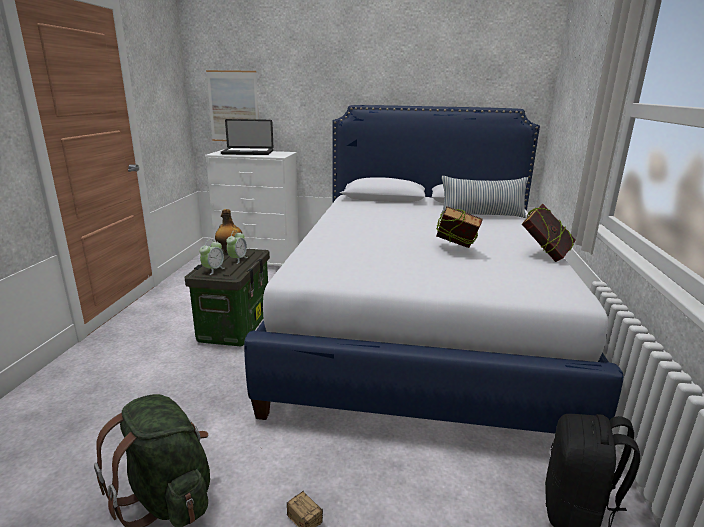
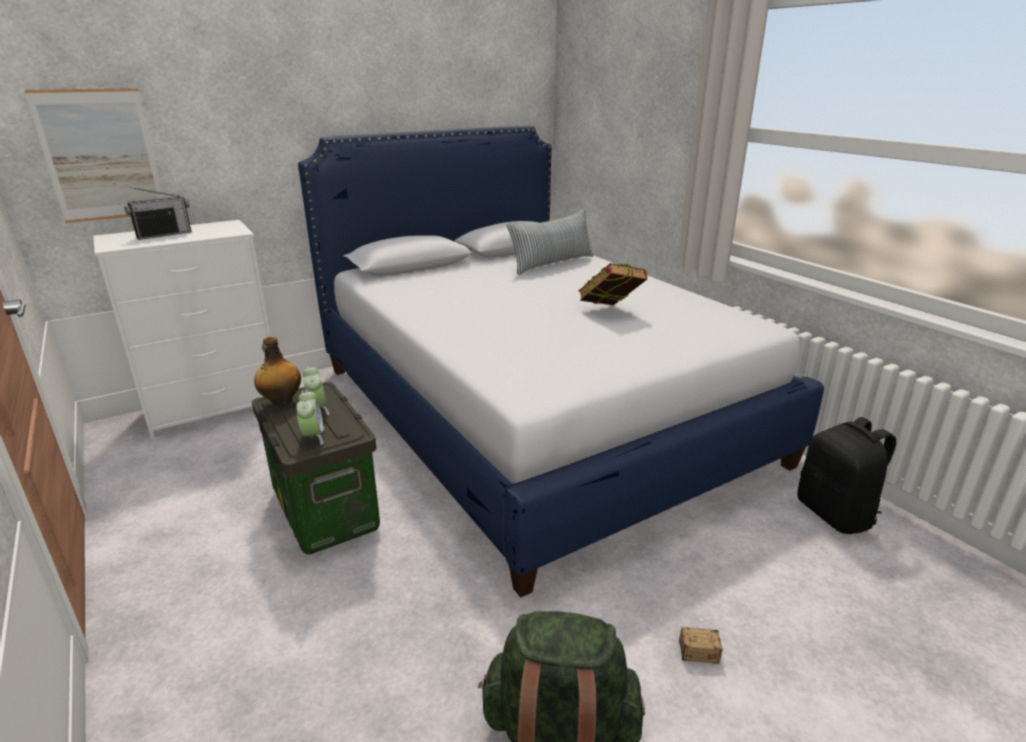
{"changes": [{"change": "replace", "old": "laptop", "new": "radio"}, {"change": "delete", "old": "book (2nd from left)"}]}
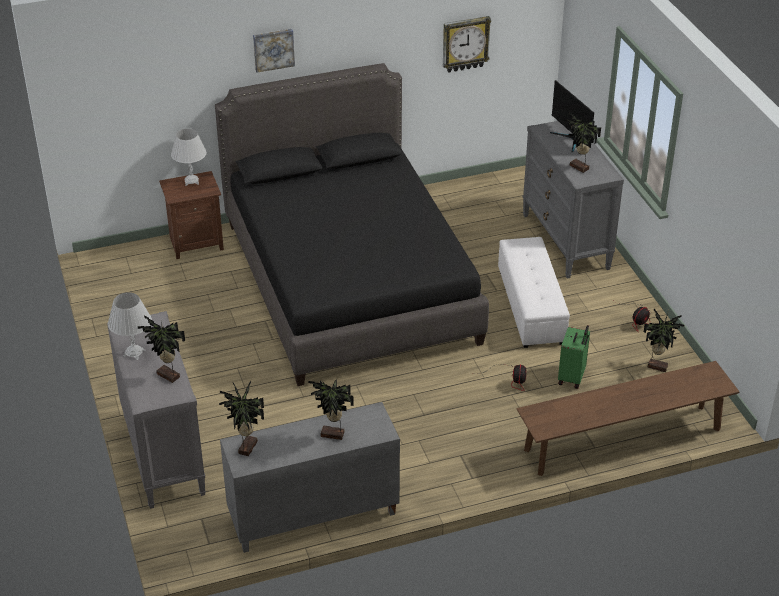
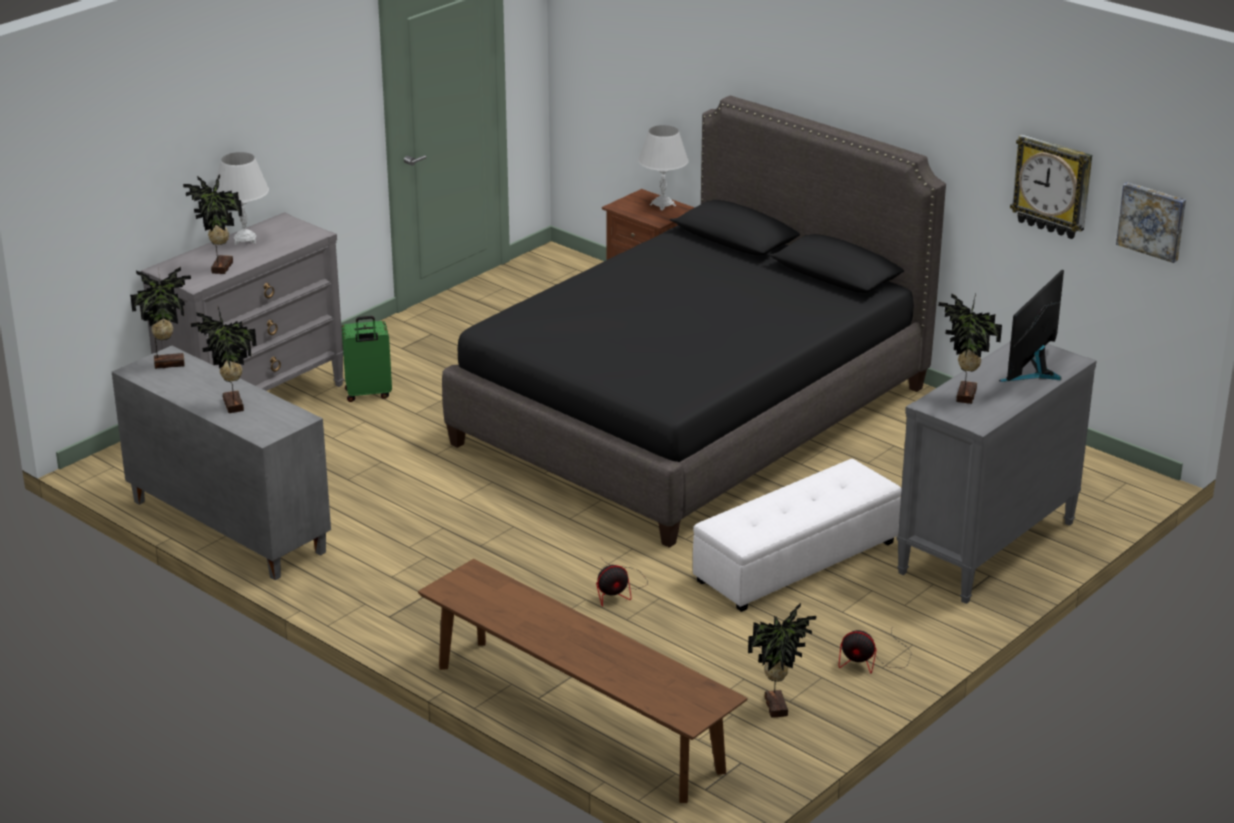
{"changes": [{"change": "move", "old": "suitcase (green)"}, {"change": "move", "old": "picture"}]}
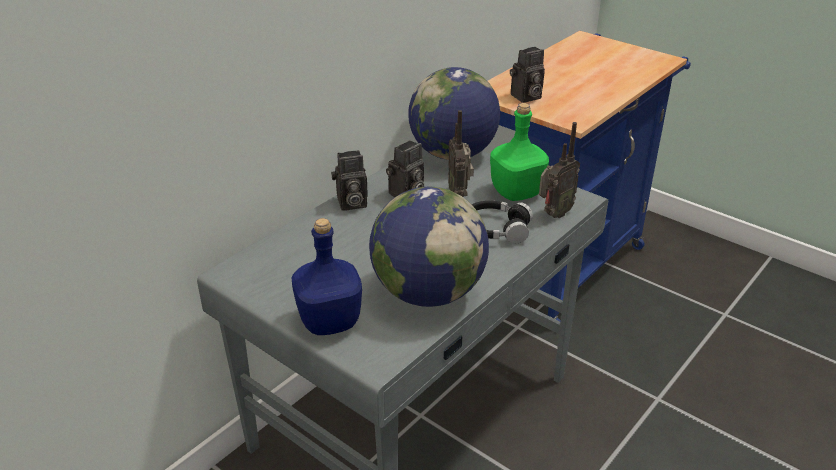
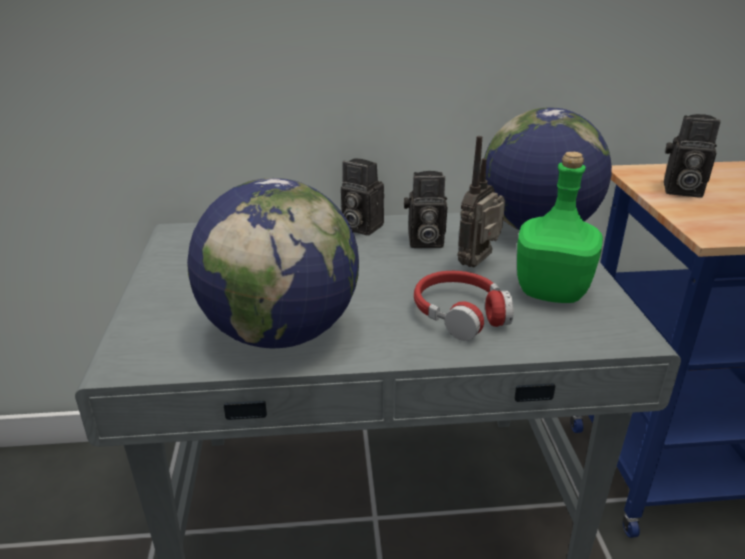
{"changes": [{"change": "recolor", "old": "headphones (black)", "new": "headphones (red)"}, {"change": "delete", "old": "bottle (blue)"}, {"change": "delete", "old": "radio (2nd from left)"}]}
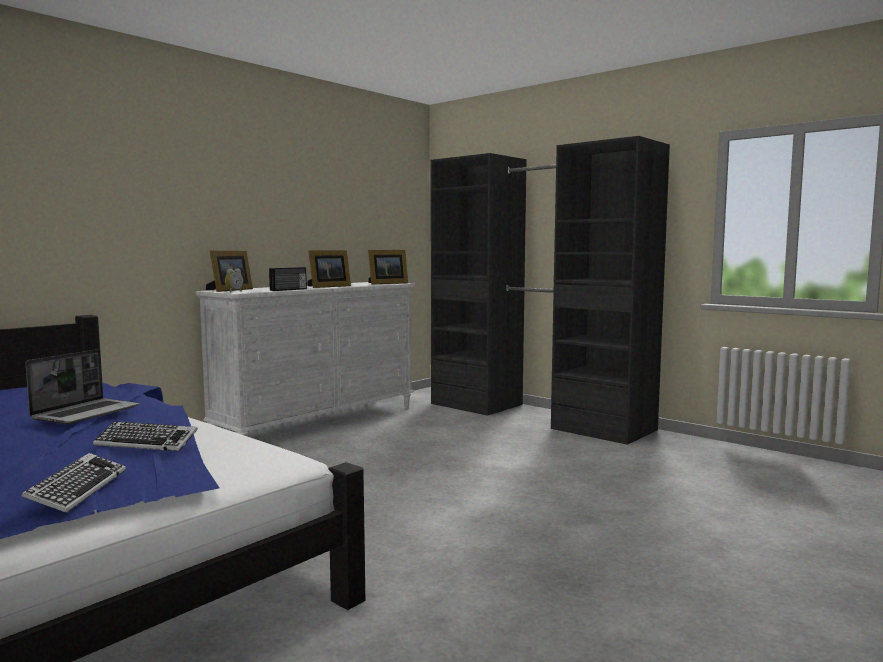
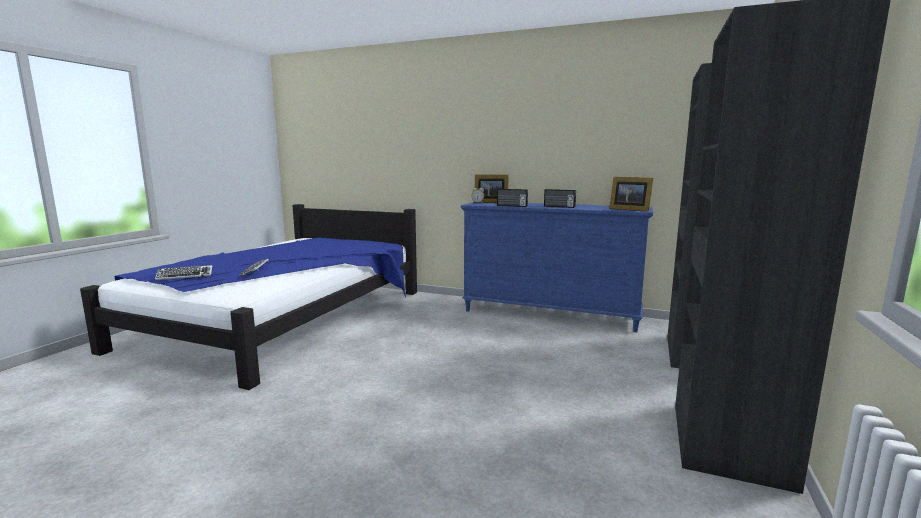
{"changes": [{"change": "recolor", "old": "dresser (white)", "new": "dresser (blue)"}, {"change": "replace", "old": "picture frame (2nd from left)", "new": "radio (2nd from left)"}, {"change": "delete", "old": "laptop"}]}
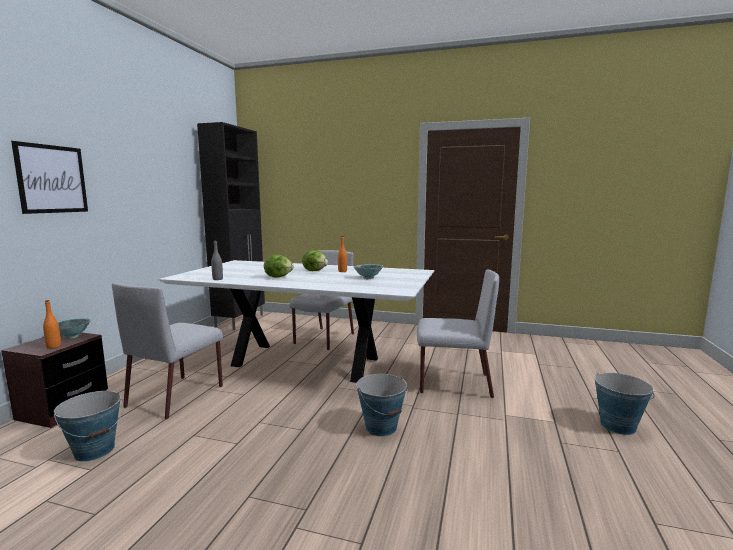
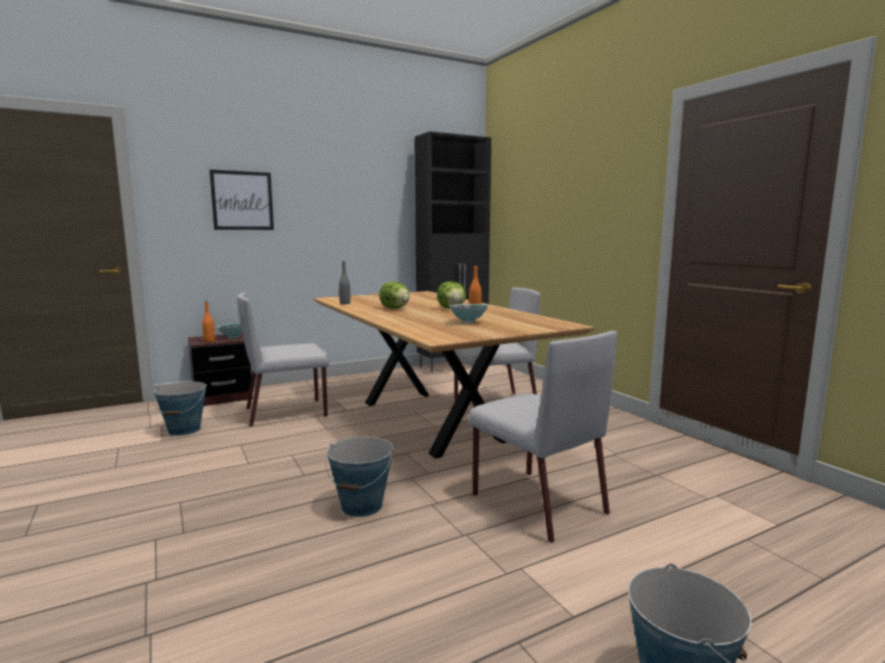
{"changes": [{"change": "recolor", "old": "dining table (white)", "new": "dining table (brown)"}]}
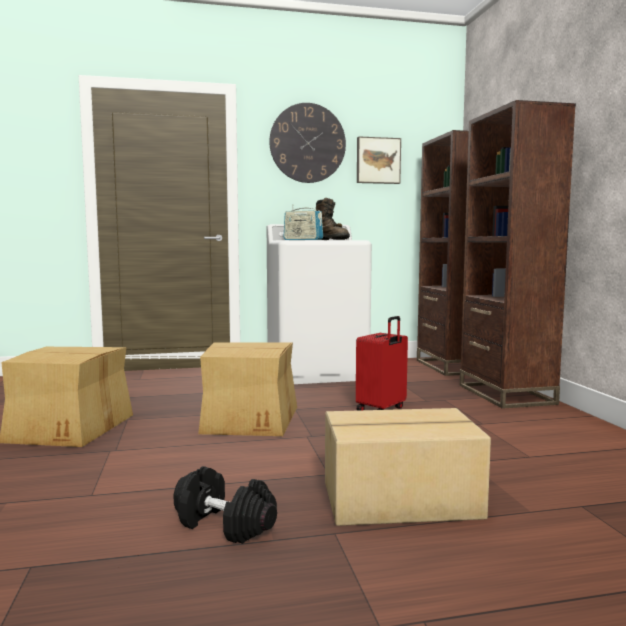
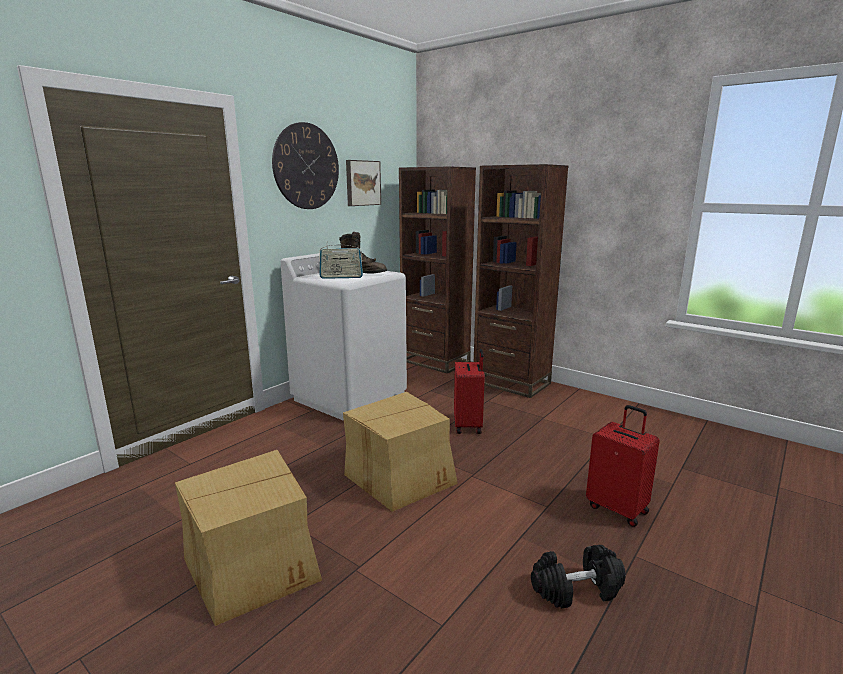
{"changes": [{"change": "replace", "old": "cardboard box (3rd from left)", "new": "suitcase (red) (2nd from left)"}]}
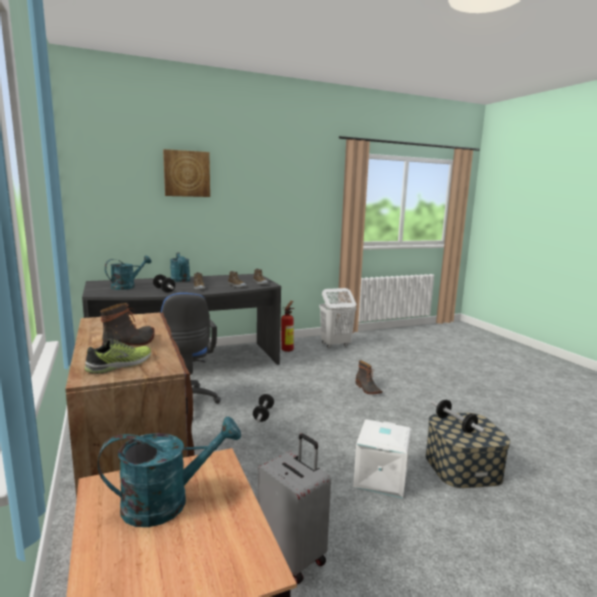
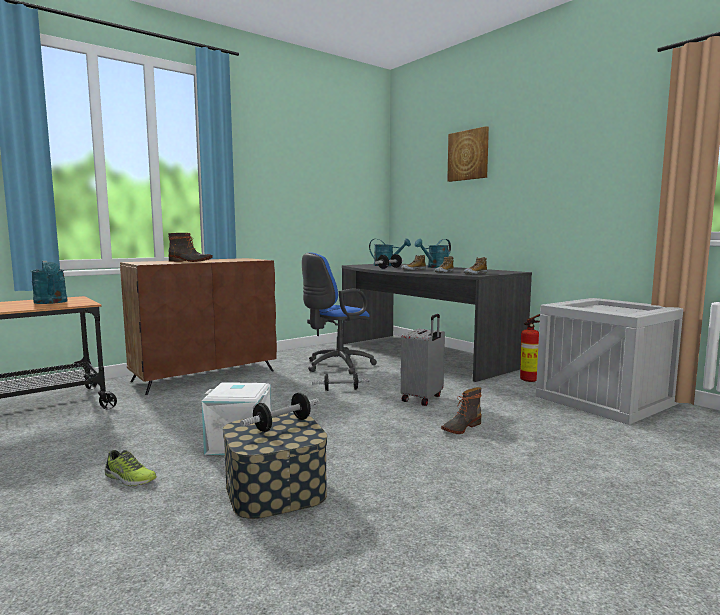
{"changes": [{"change": "move", "old": "shoe (1st from left)"}, {"change": "move", "old": "suitcase (grey)"}, {"change": "replace", "old": "laundry basket (white)", "new": "crate"}]}
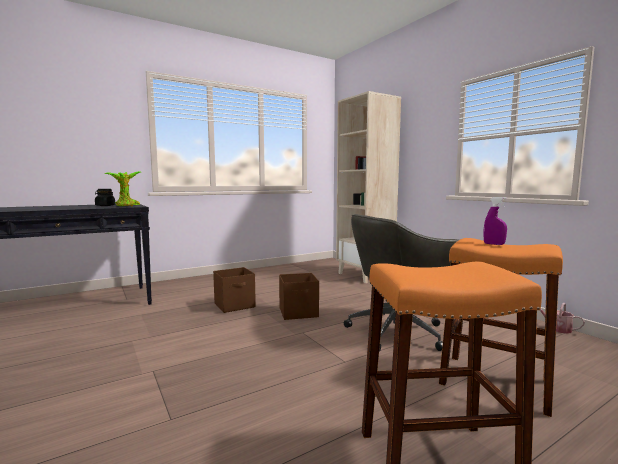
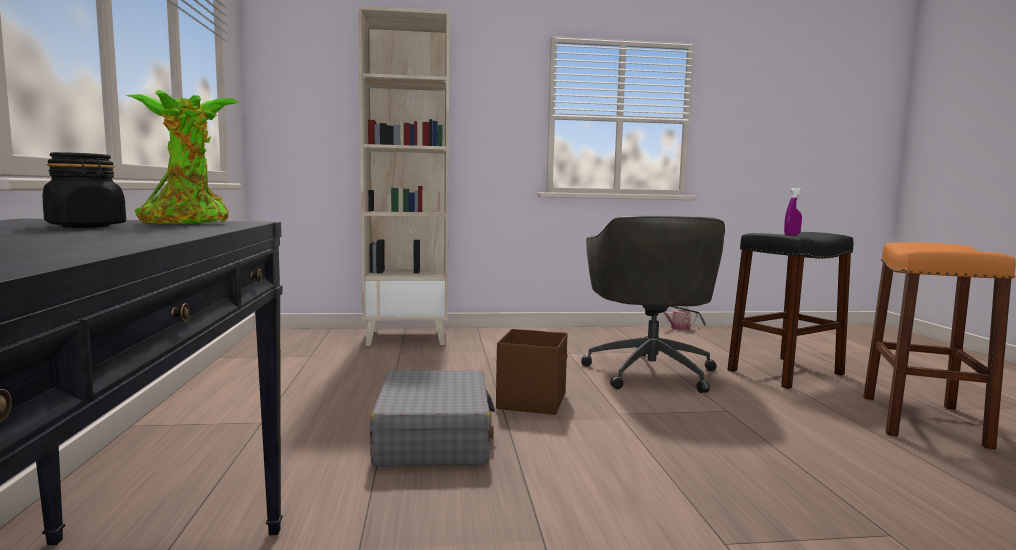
{"changes": [{"change": "replace", "old": "storage box (brown) (1st from left)", "new": "suitcase (grey)"}, {"change": "recolor", "old": "stool (orange) (2nd from left)", "new": "stool (black)"}]}
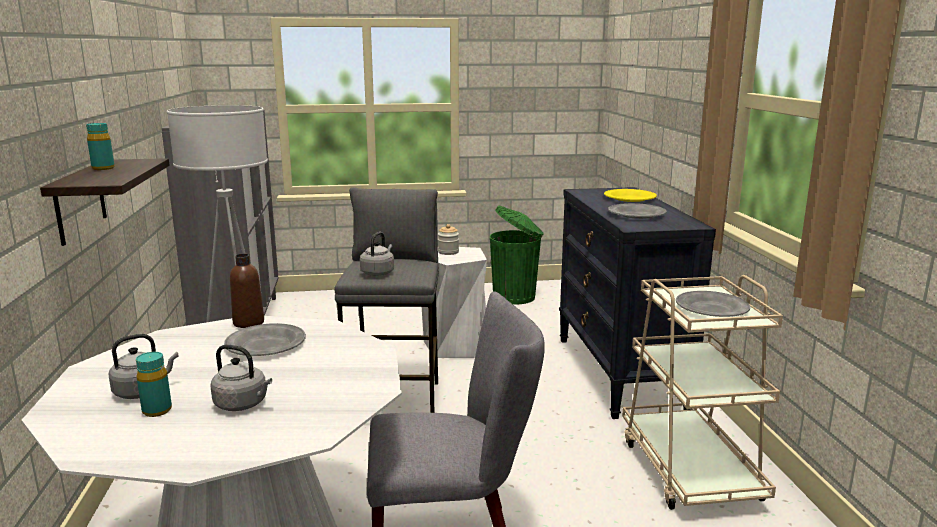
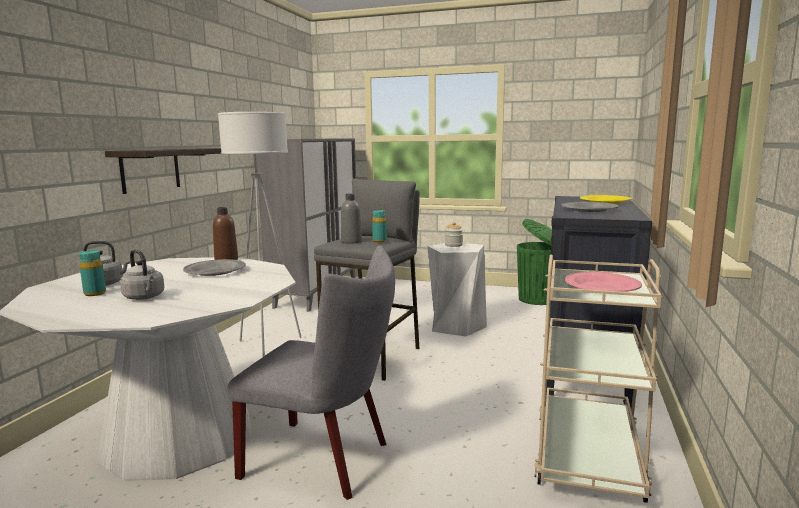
{"changes": [{"change": "replace", "old": "kettle (grey) (3rd from left)", "new": "bottle (grey)"}, {"change": "move", "old": "bottle (turquoise) (1st from left in the first image)", "new": "bottle (turquoise) (2nd from left)"}, {"change": "recolor", "old": "plate (grey) (3rd from left)", "new": "plate (pink)"}]}
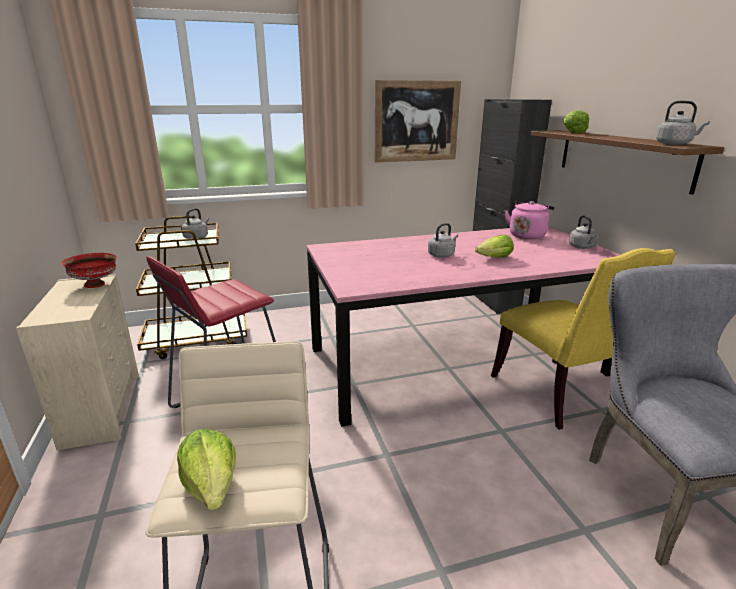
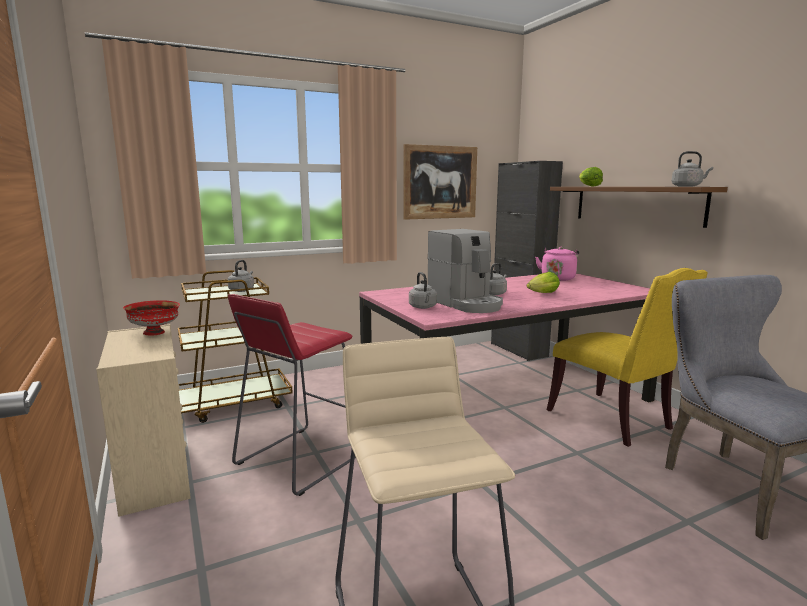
{"changes": [{"change": "move", "old": "kettle (grey) (3rd from left in the first image)", "new": "kettle (grey) (2nd from left)"}, {"change": "insert", "new": "coffee machine"}, {"change": "delete", "old": "lettuce (1st from left)"}]}
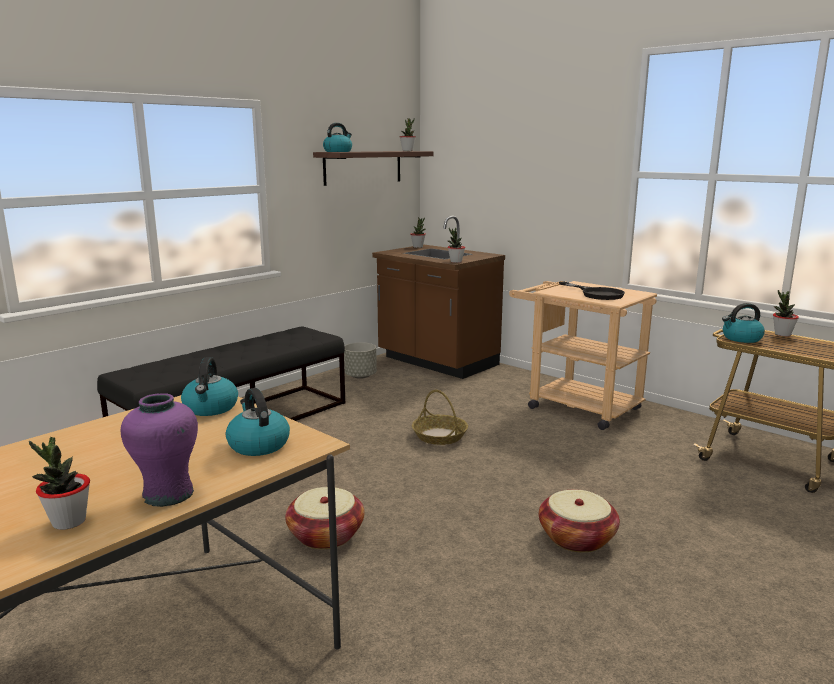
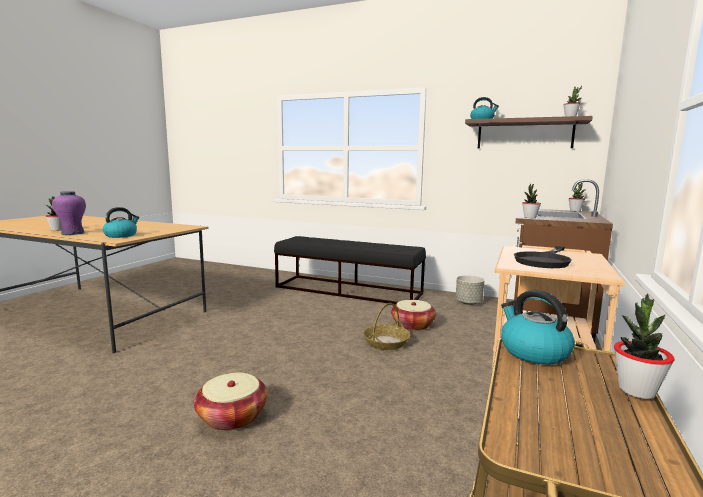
{"changes": [{"change": "move", "old": "basket (1st from left in the first image)", "new": "basket (3rd from left)"}, {"change": "delete", "old": "kettle (1st from left)"}]}
